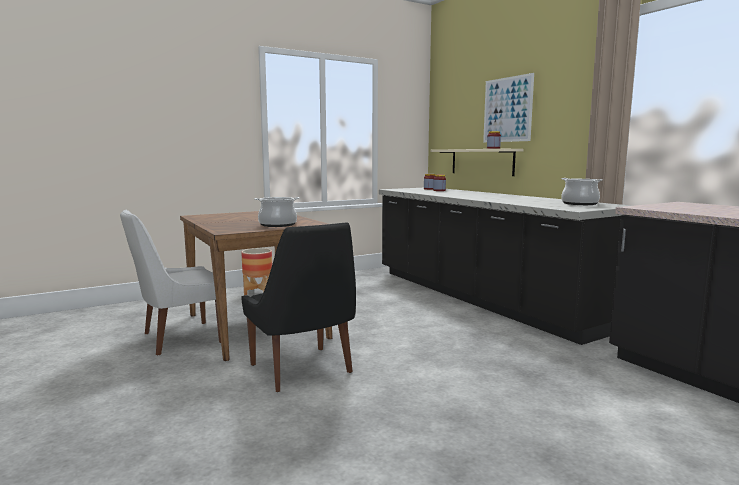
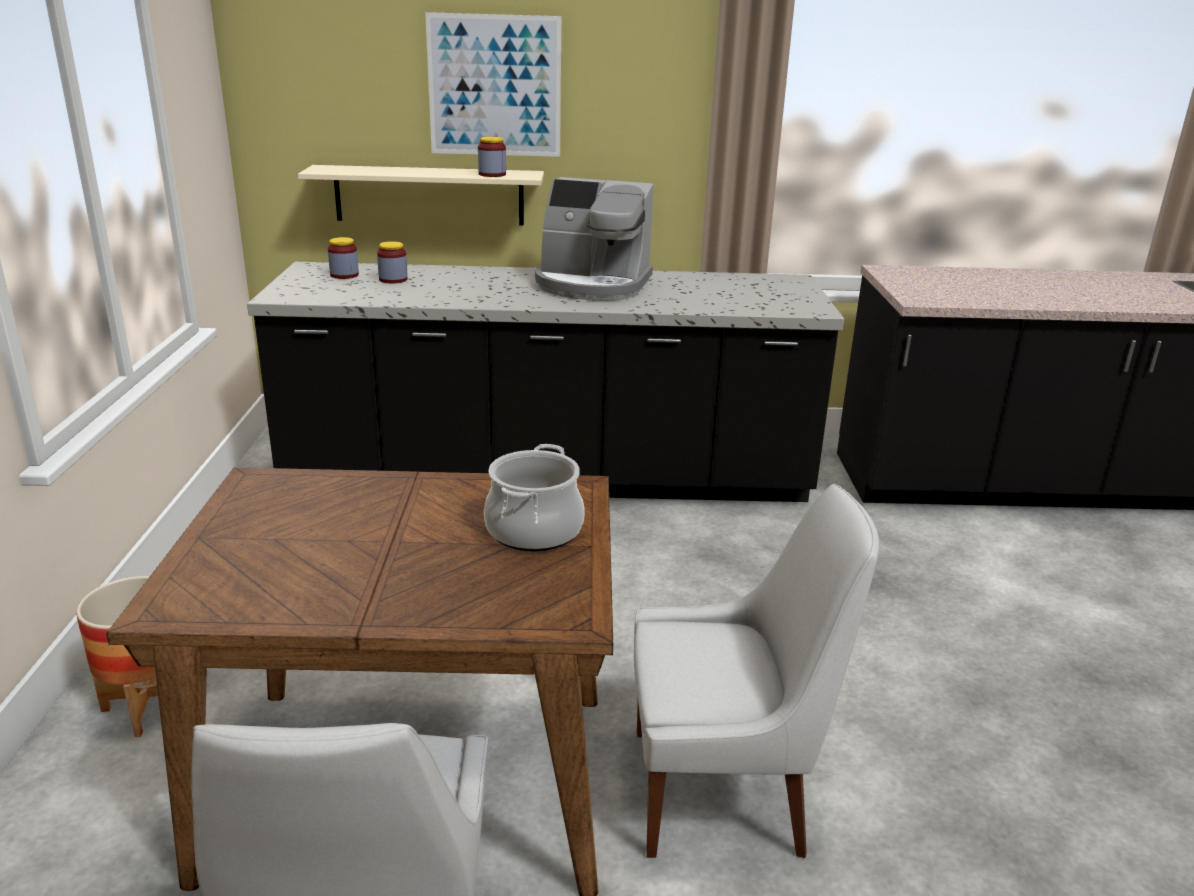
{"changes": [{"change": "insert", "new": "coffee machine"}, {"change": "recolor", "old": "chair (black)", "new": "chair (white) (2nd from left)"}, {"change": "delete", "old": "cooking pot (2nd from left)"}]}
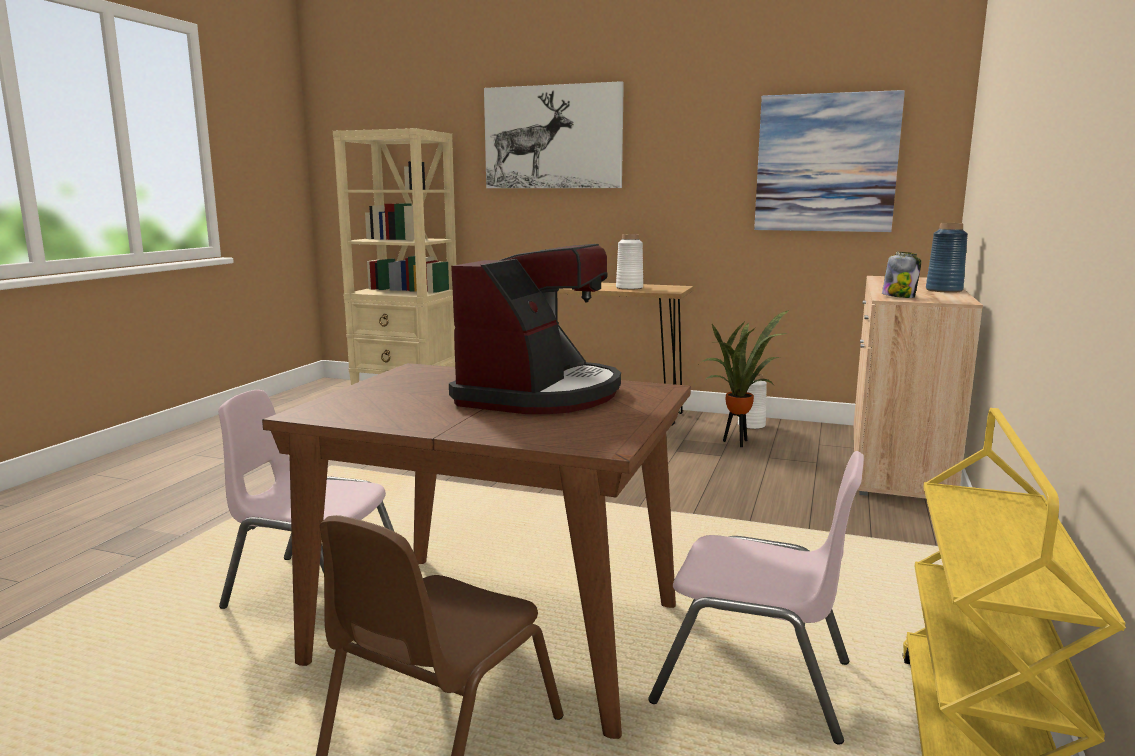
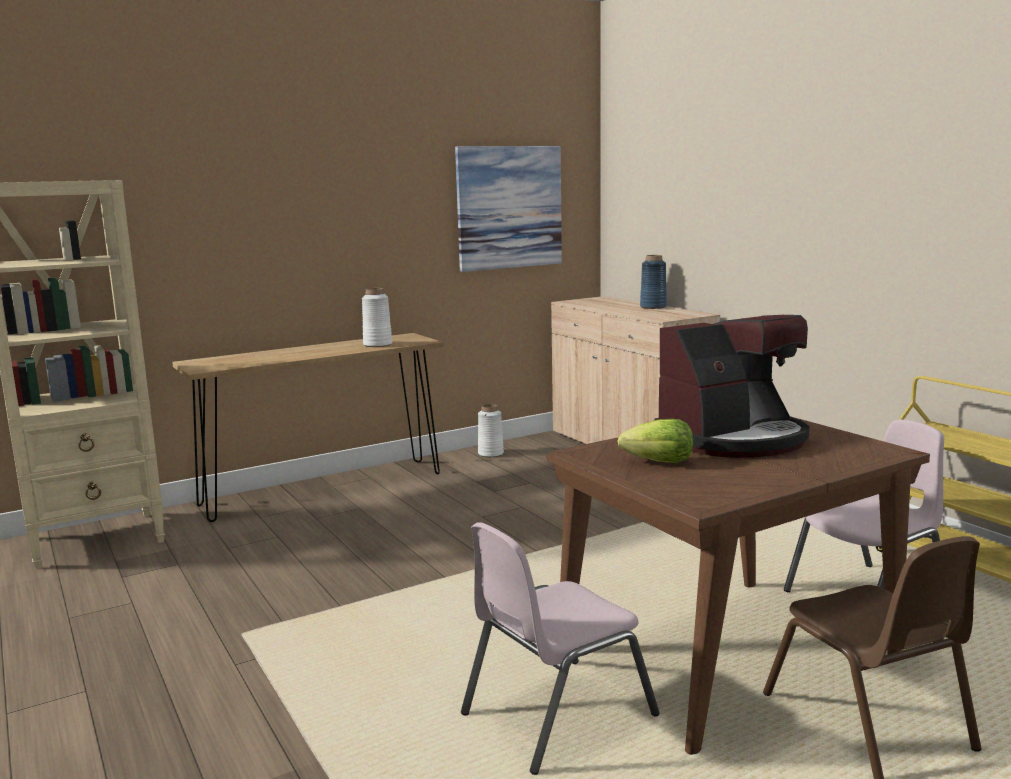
{"changes": [{"change": "insert", "new": "lettuce"}, {"change": "rotate", "old": "coffee machine", "degrees": 90}, {"change": "delete", "old": "picture (1st from left)"}, {"change": "delete", "old": "potted plant"}, {"change": "delete", "old": "jar"}]}
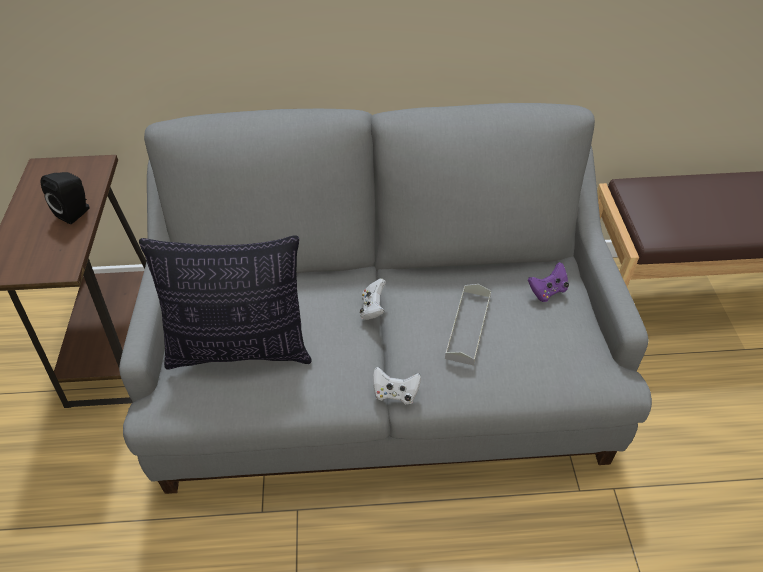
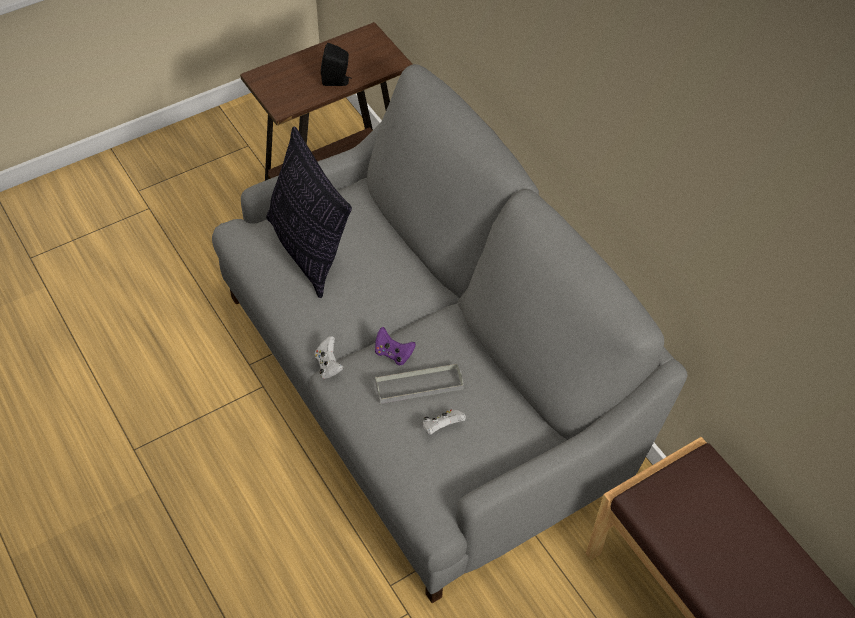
{"changes": [{"change": "move", "old": "game controller (purple)"}, {"change": "move", "old": "game controller (white) (1st from left in the first image)", "new": "game controller (white) (2nd from left)"}]}
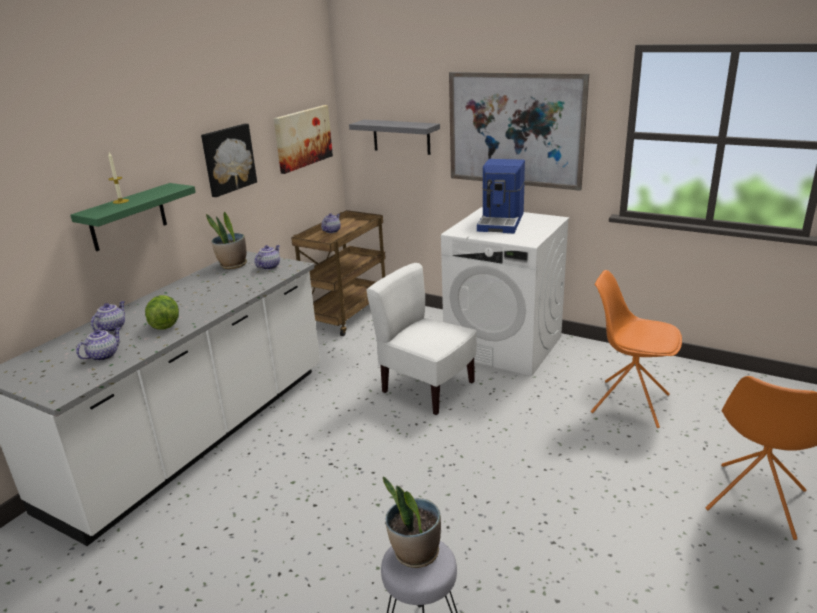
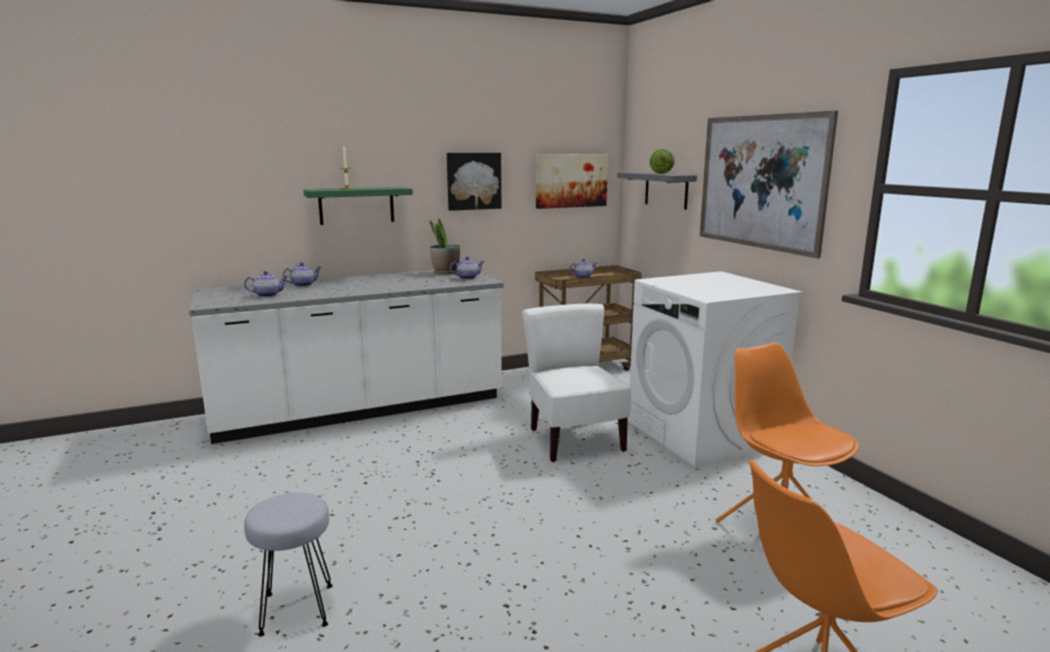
{"changes": [{"change": "move", "old": "lettuce"}, {"change": "delete", "old": "potted plant (2nd from left)"}, {"change": "delete", "old": "coffee machine"}]}
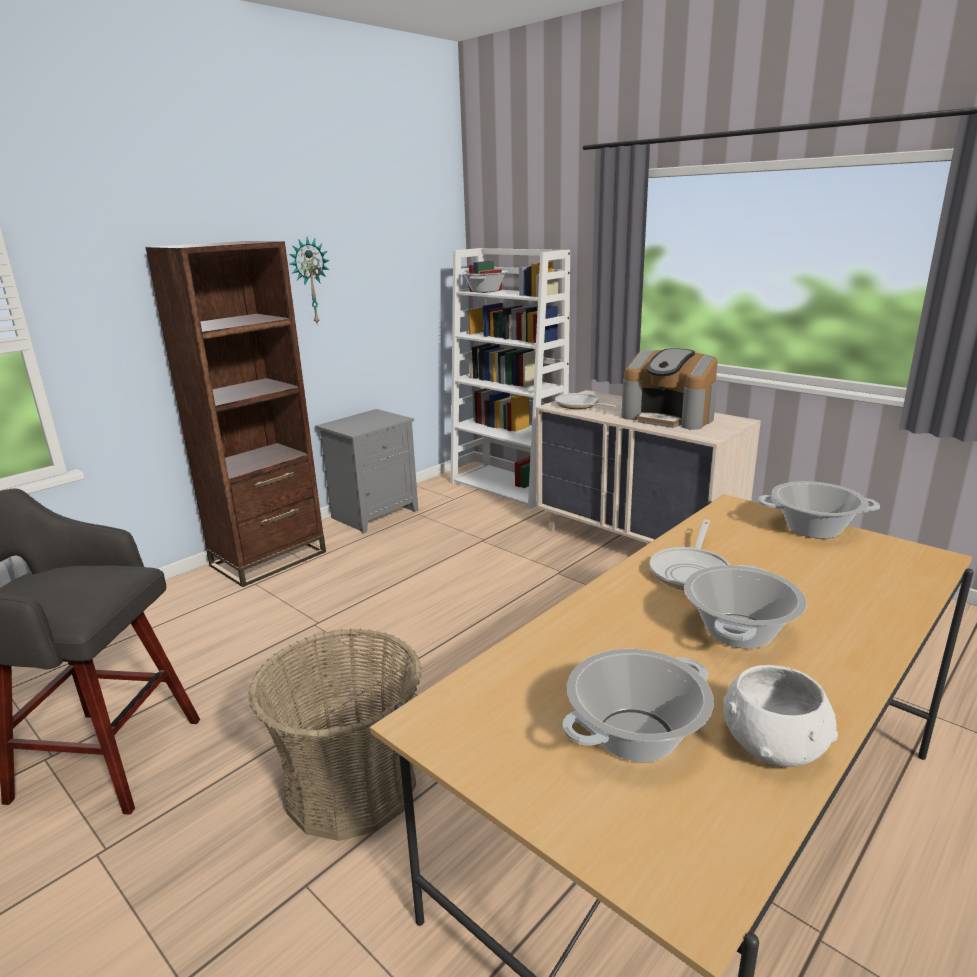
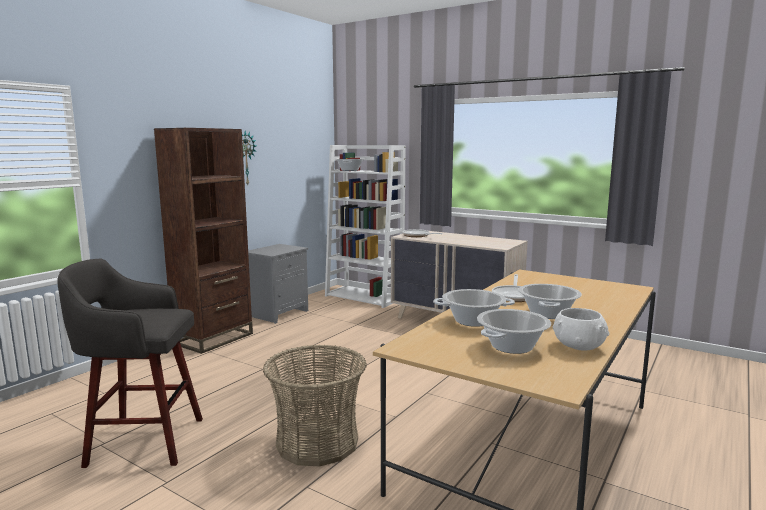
{"changes": [{"change": "move", "old": "cooking pot (4th from left in the first image)", "new": "cooking pot (2nd from left)"}, {"change": "delete", "old": "coffee machine"}]}
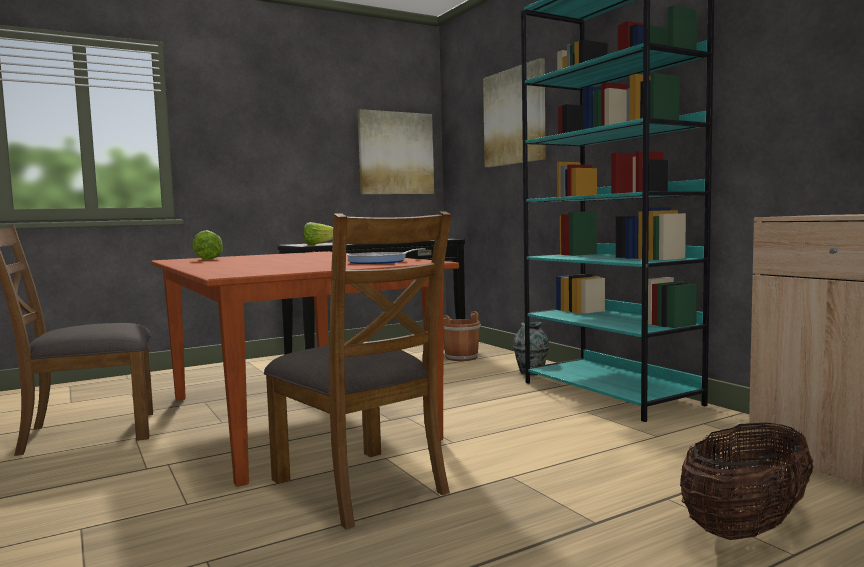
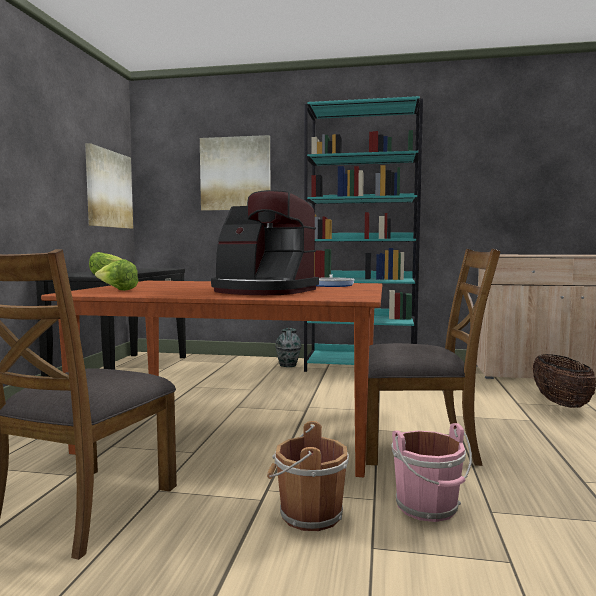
{"changes": [{"change": "insert", "new": "coffee machine"}, {"change": "move", "old": "bucket (brown)"}, {"change": "insert", "new": "bucket (pink)"}]}
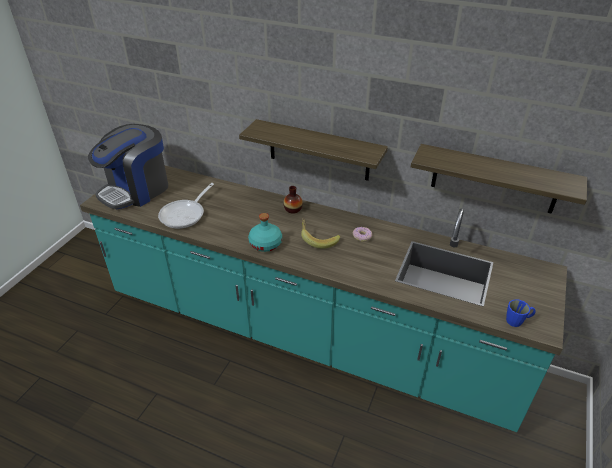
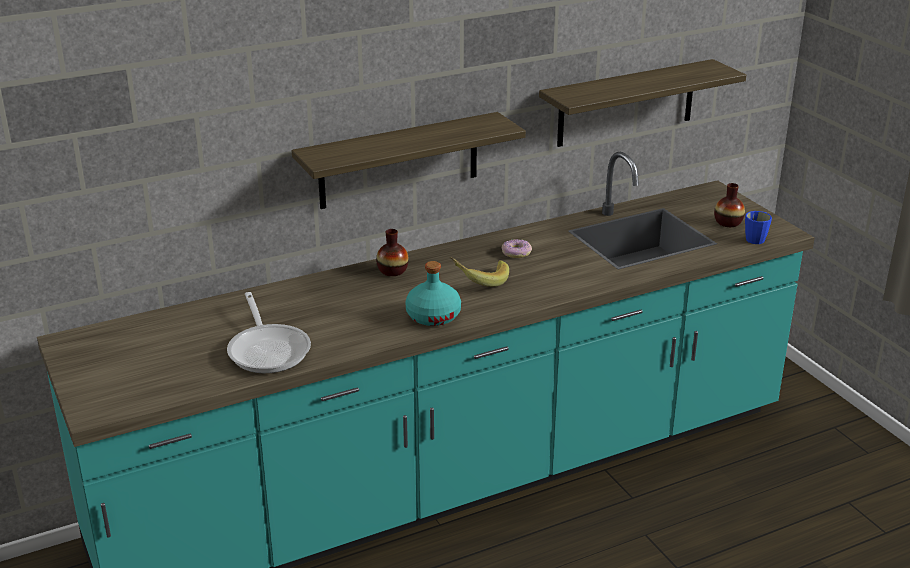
{"changes": [{"change": "insert", "new": "vase (2nd from left)"}, {"change": "delete", "old": "coffee machine"}]}
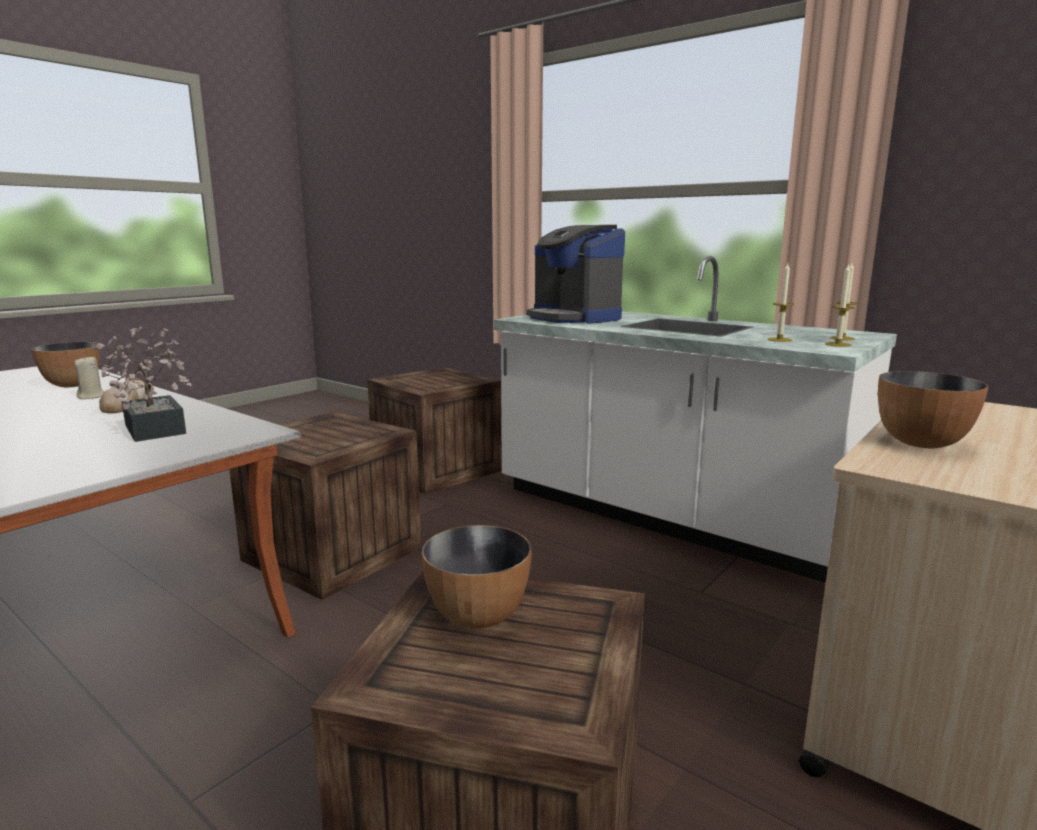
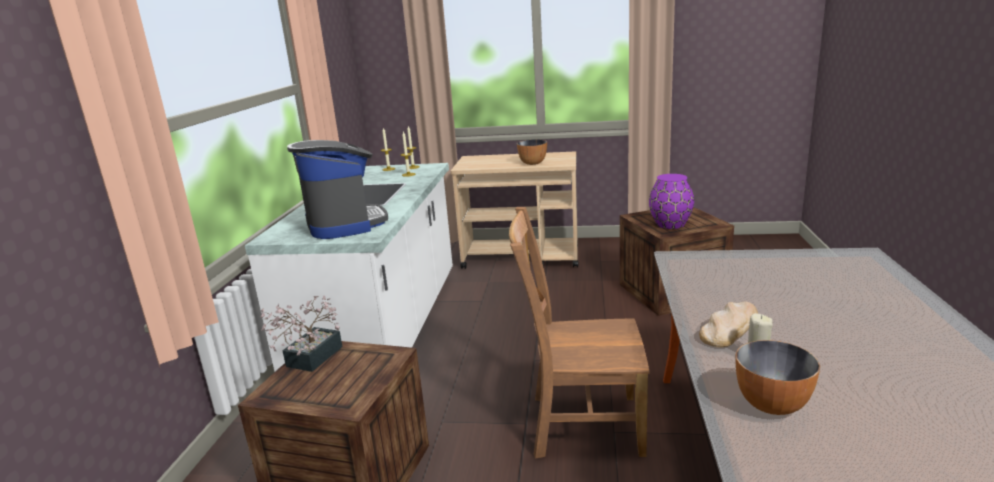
{"changes": [{"change": "move", "old": "potted plant"}, {"change": "rotate", "old": "coffee machine", "degrees": -45}, {"change": "replace", "old": "crate (1st from left)", "new": "chair (brown)"}, {"change": "replace", "old": "bowl (2nd from left)", "new": "vase (purple)"}]}
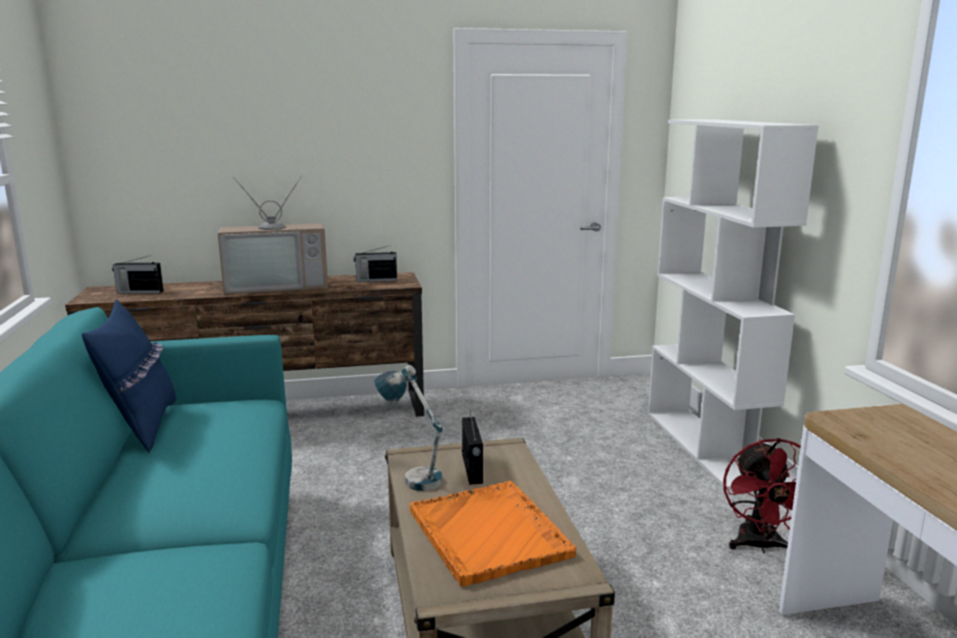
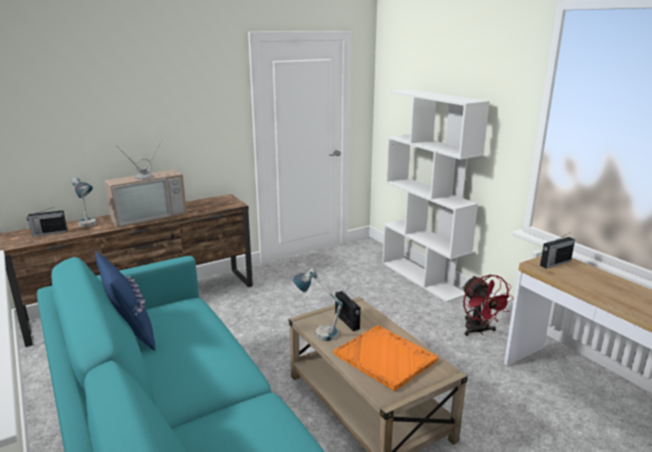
{"changes": [{"change": "insert", "new": "table lamp (1st from left)"}, {"change": "move", "old": "radio (2nd from left in the first image)", "new": "radio (3rd from left)"}]}
